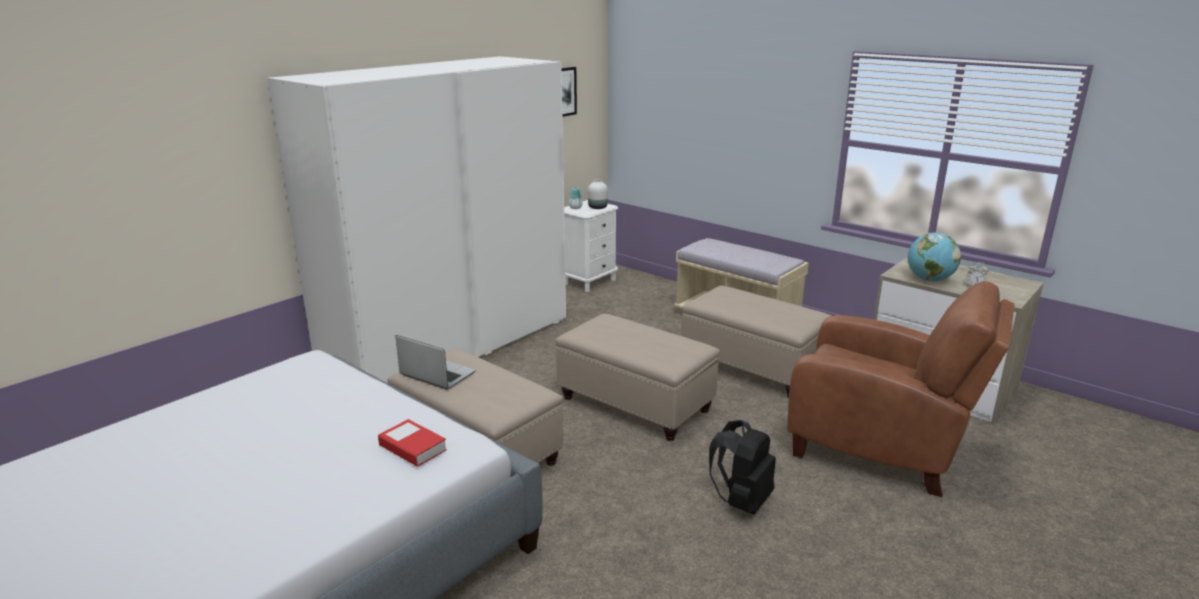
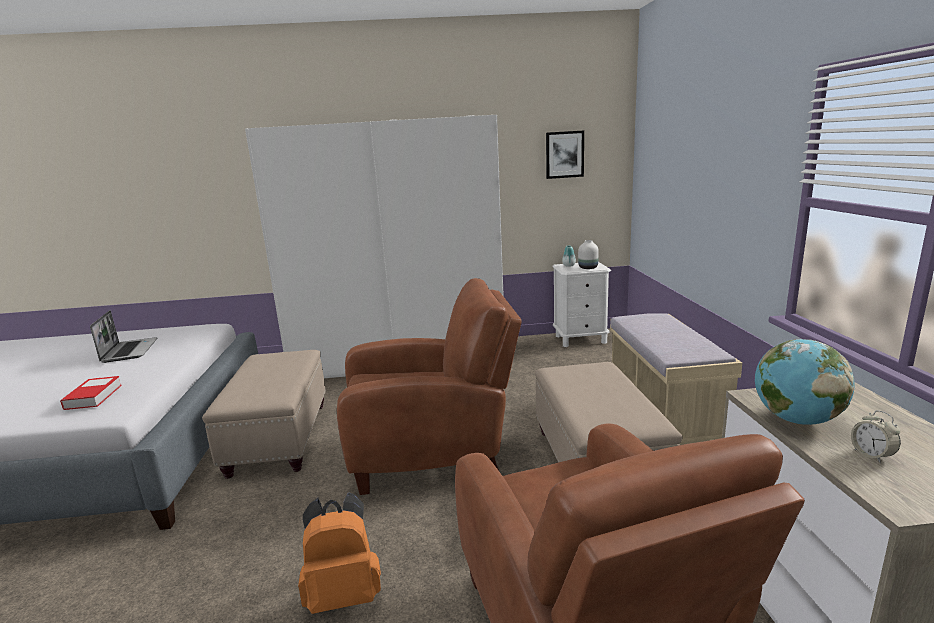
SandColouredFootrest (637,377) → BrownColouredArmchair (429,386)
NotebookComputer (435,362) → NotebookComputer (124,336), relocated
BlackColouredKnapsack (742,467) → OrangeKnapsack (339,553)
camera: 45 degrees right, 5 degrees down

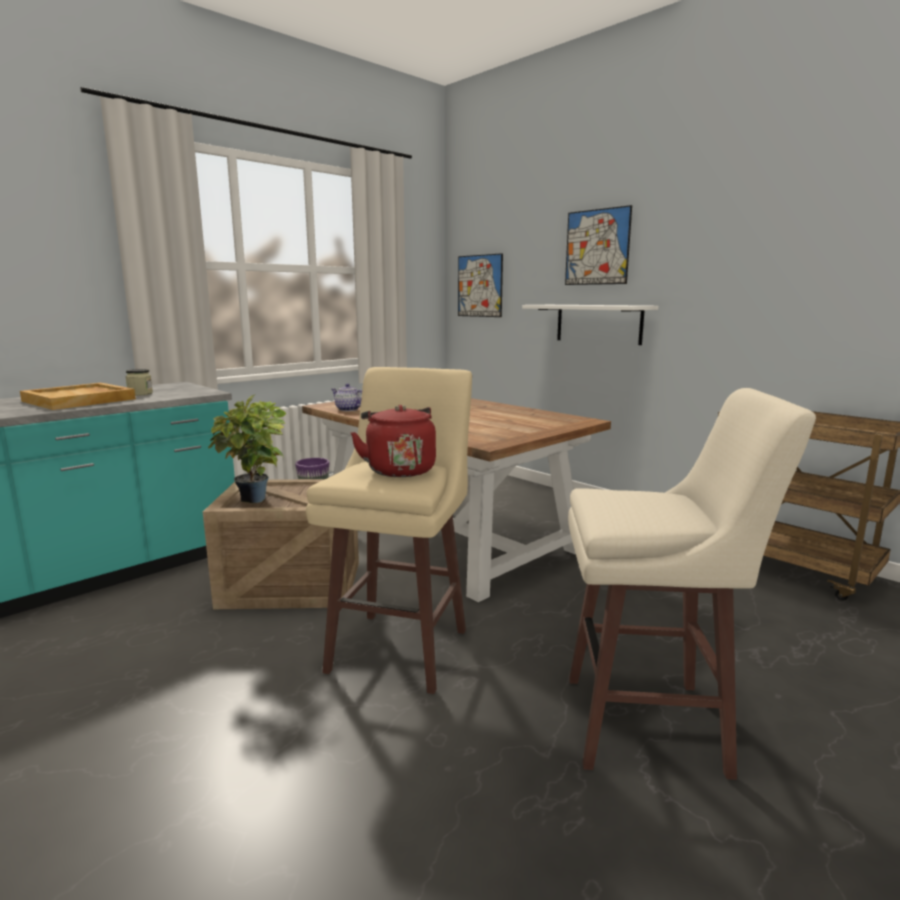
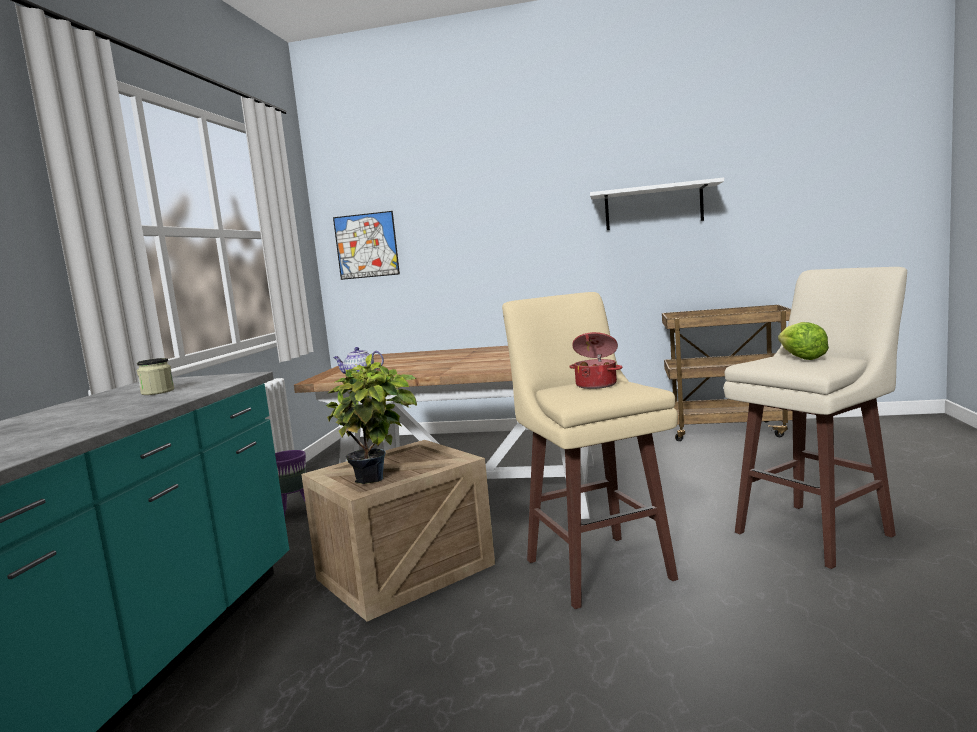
Picture (598,245) → -
WhitishShelf (590,325) → WhitishShelf (657,203), relocated
SandColouredCarryingTray (78,396) → -
ReddishTeaKettle (393,441) → Saucepot (595,360)
- → Lettuce (803,341)
camera: 35 degrees left, 5 degrees down

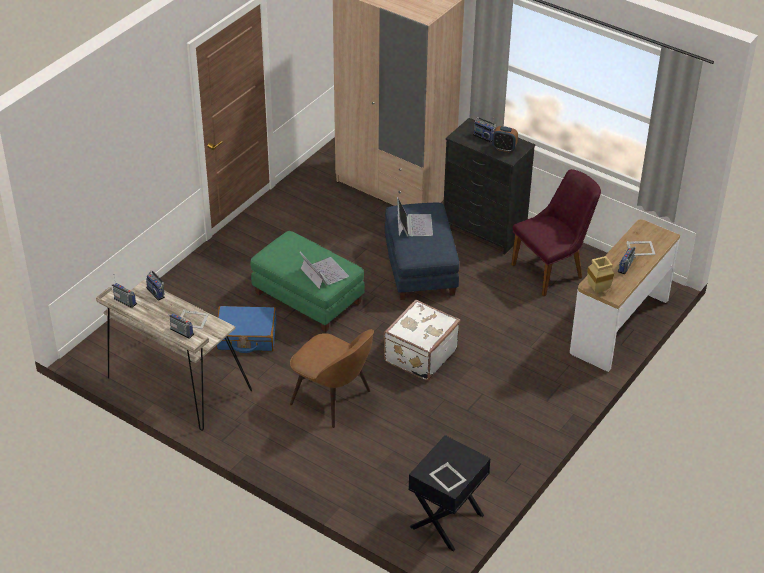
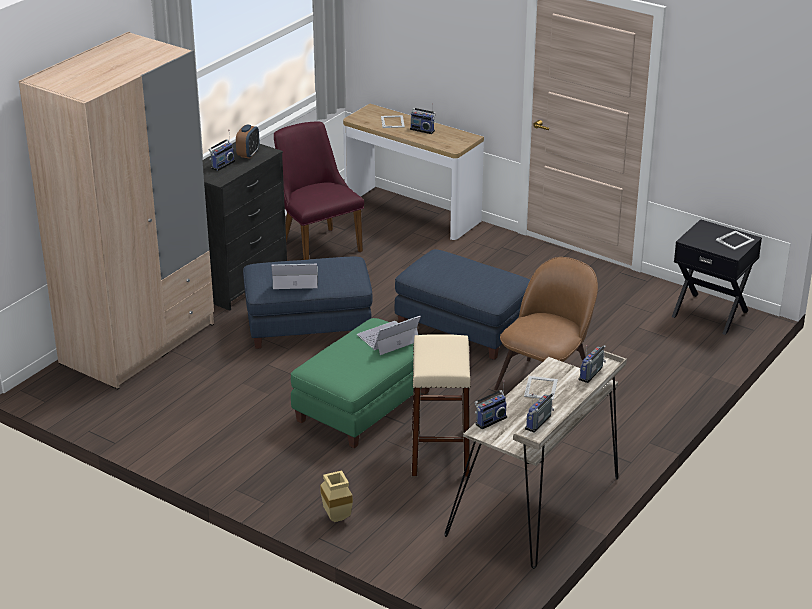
SandColouredDecorativeVase (600,274) → SandColouredDecorativeVase (336,496), relocated
WhitishPieceOfLuggage (422,340) → BluishFootrest (462,304)
BluishPieceOfLuggage (246,329) → SandColouredStoolSeat (441,405)
camera: 90 degrees left, 10 degrees down

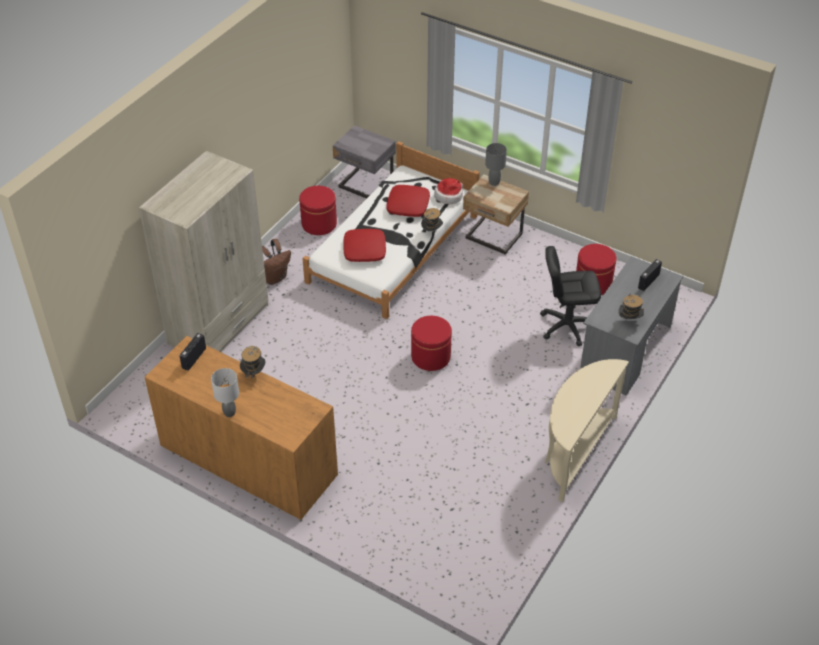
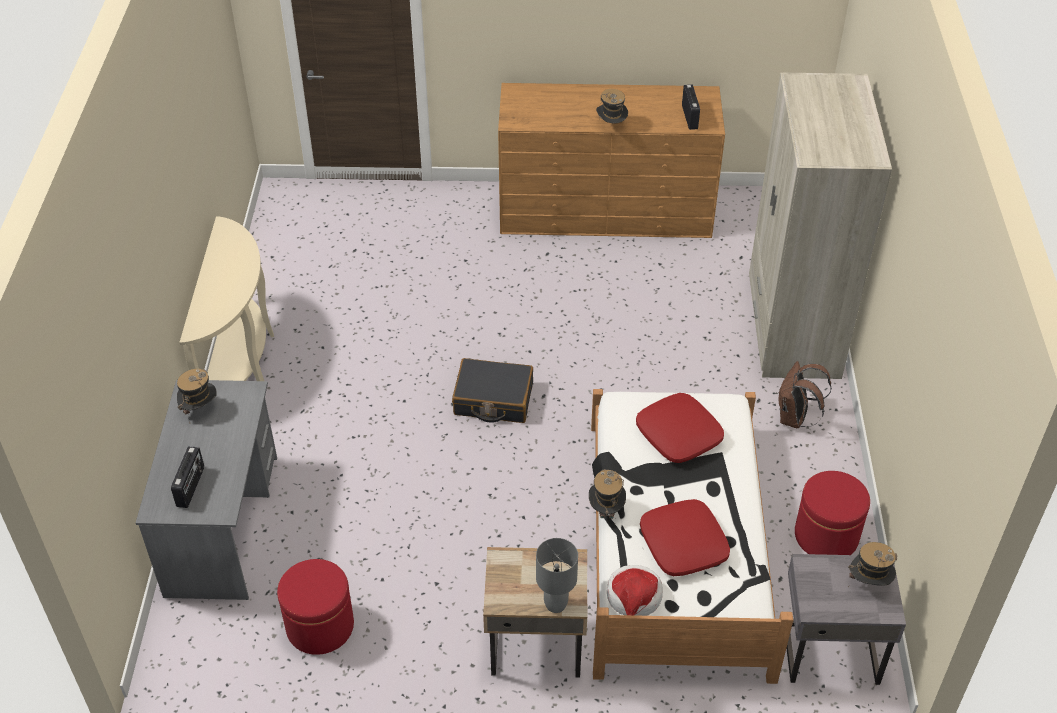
BlackColouredOfficeChair (570,296) → -
ReddishFootrest (431,343) → BlackColouredPieceOfLuggage (492,390)
GreyishLampForATable (225,392) → -
- → ClothingHat (872,565)
camera: 150 degrees right, 0 degrees up

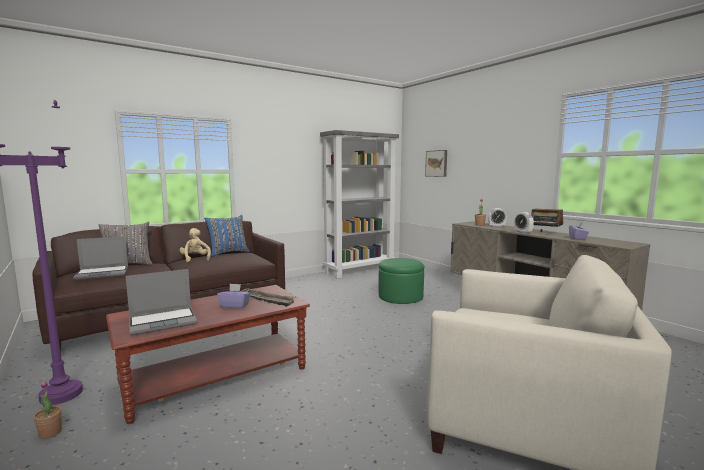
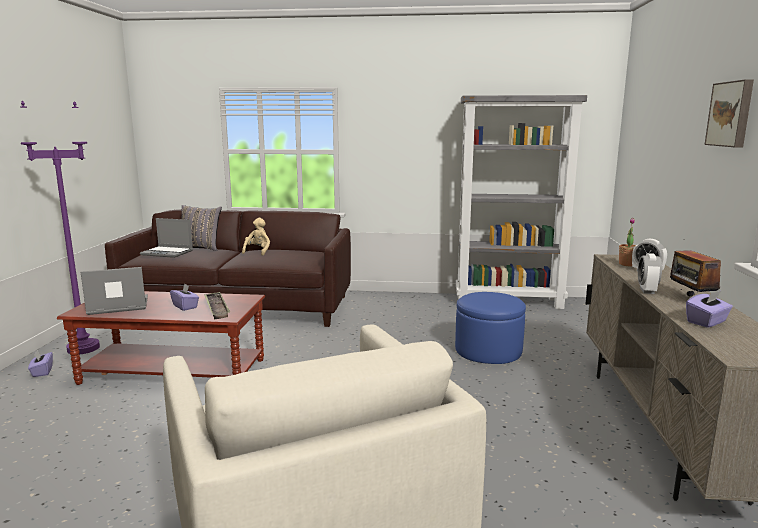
Picture (436,163) → Picture (729,113), relocated
BluishCushion (227,236) → -
GreenFootrest (401,281) → BluishFootrest (490,328)
NotebookComputer (161,302) → NotebookComputer (114,291), 150 degrees clockwise
Houseplant (48,410) → PurpleColouredTissueHolder (40,363)
camera: 40 degrees right, 5 degrees up

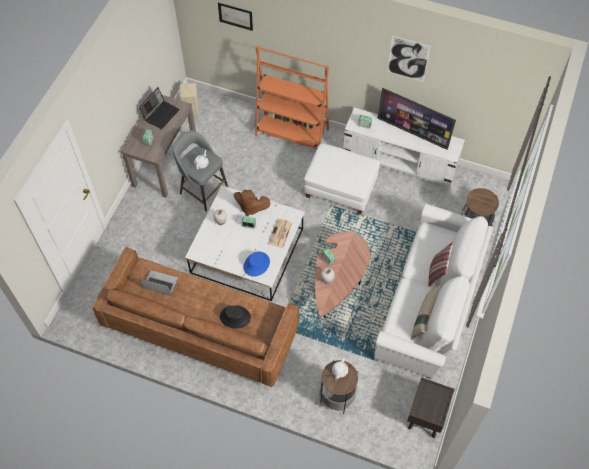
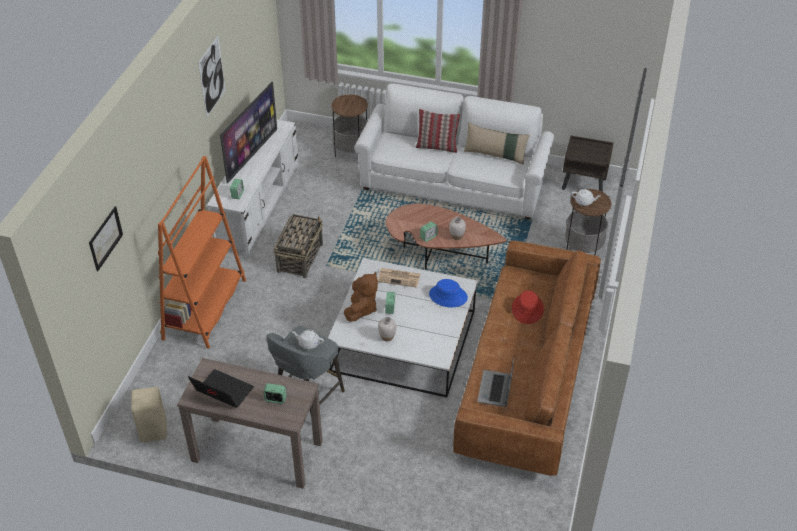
WhitishFootrest (342,178) → Basket (298,246)
BlackColouredClothingHat (235,317) → ReddishClothingHat (528,307)
camera: 95 degrees left, 15 degrees down

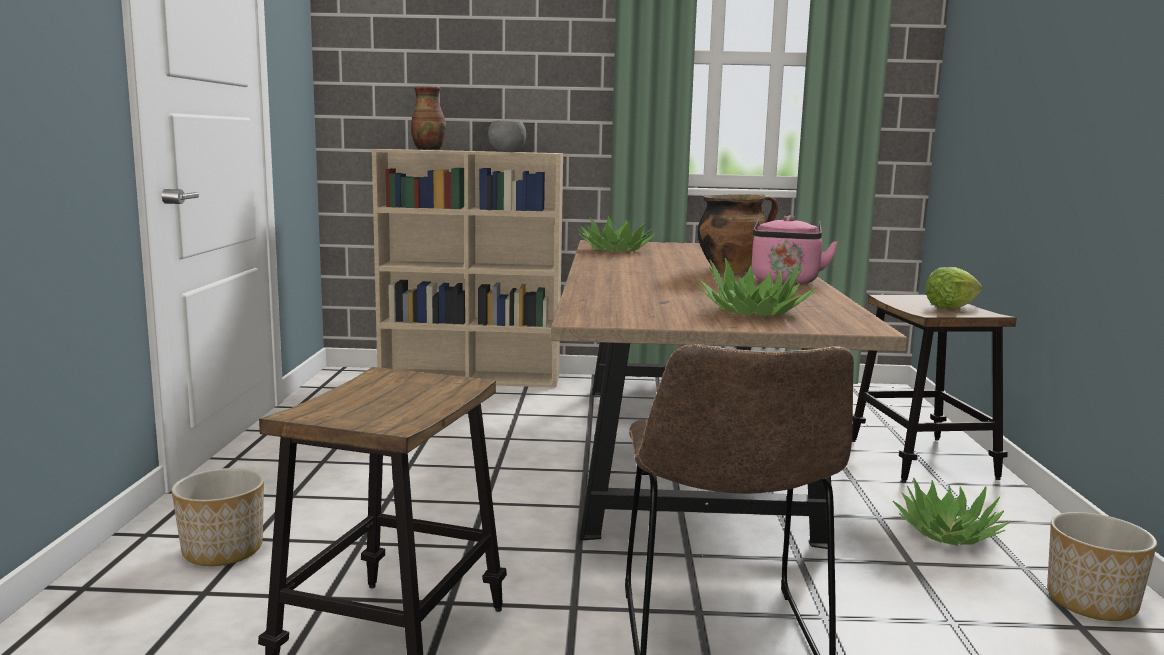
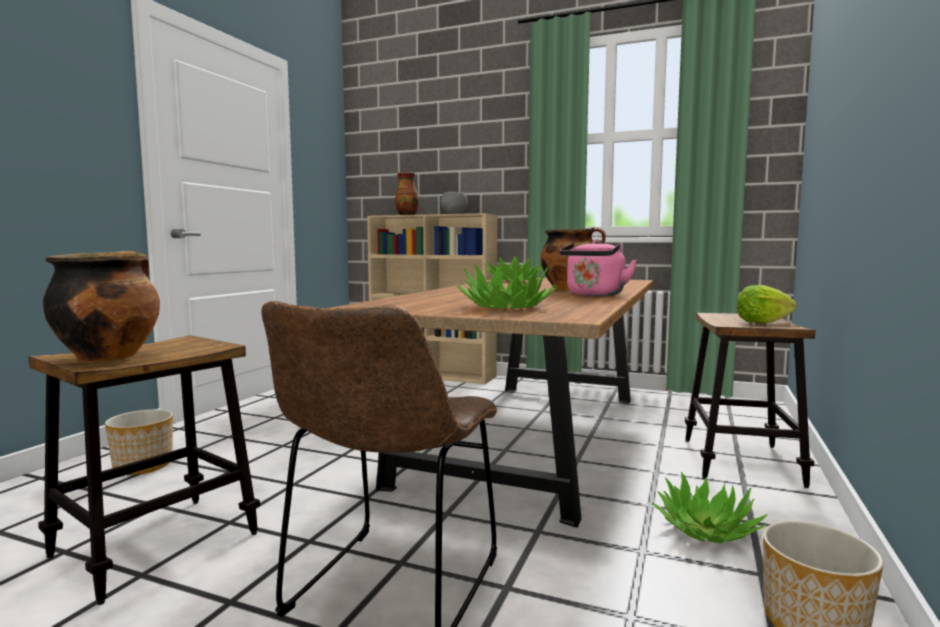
- → Saucepot (101,307)
camera: 20 degrees right, 5 degrees down

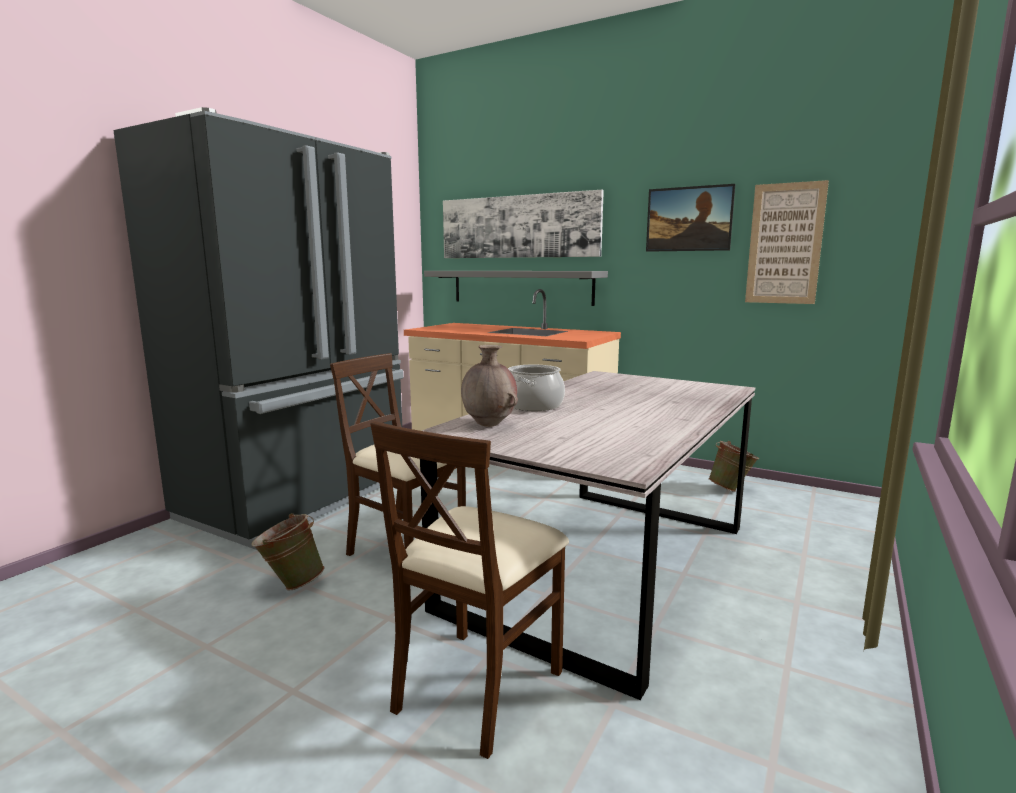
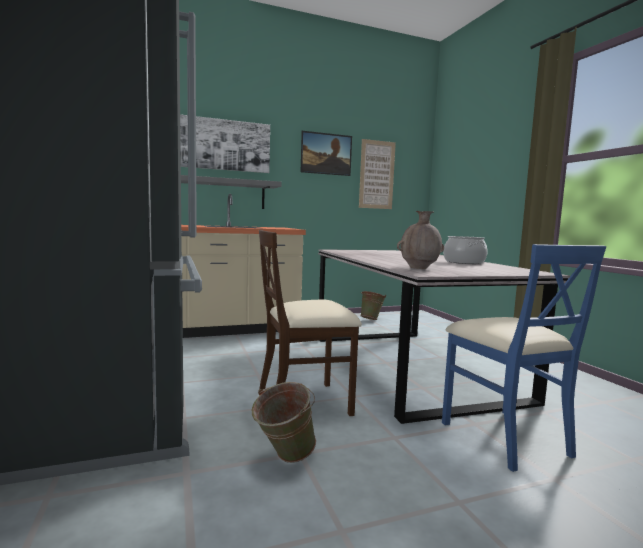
Saucepot (536,388) → Saucepot (465,250), relocated
SandColouredPlainChair (469,590) → BluishPlainChair (524,358)
camera: 50 degrees left, 5 degrees down

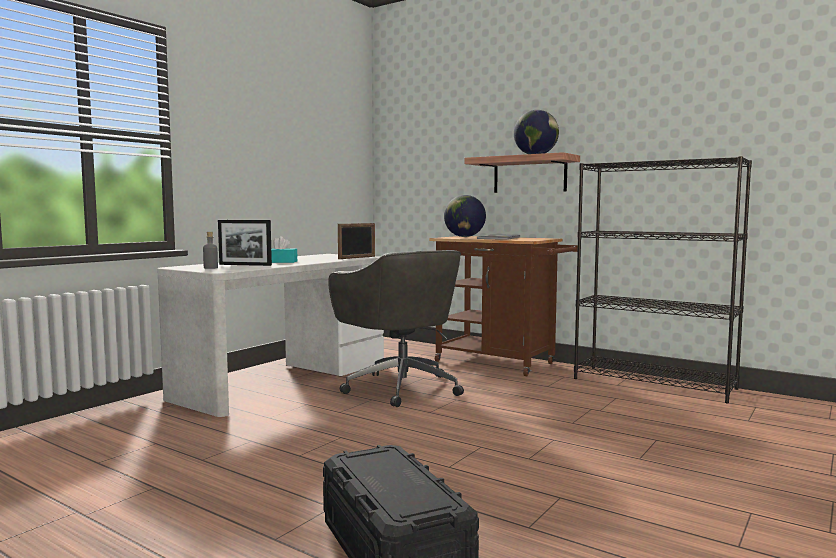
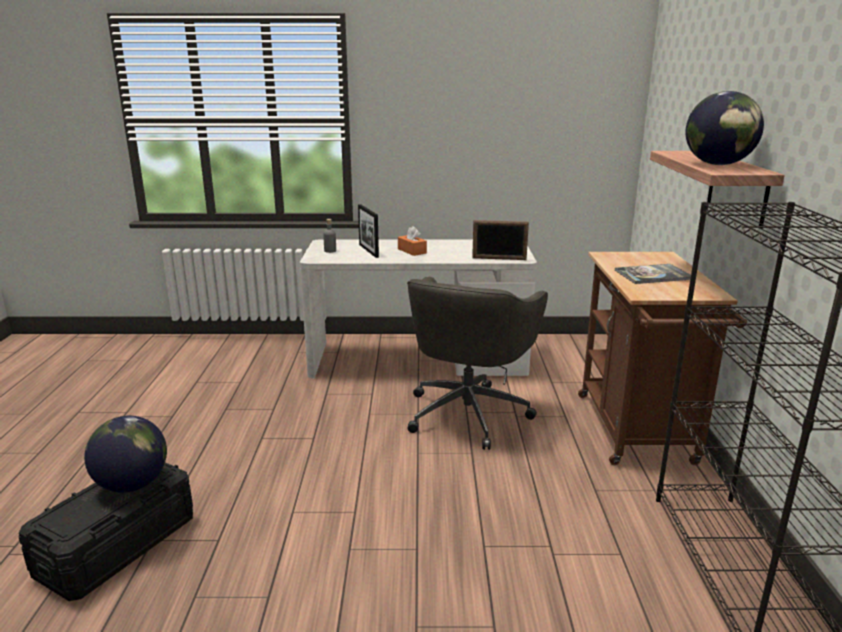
Globe (465,216) → Globe (125,454), relocated
BlueGreenTissueHolder (284,249) → OrangeTissueHolder (412,241)
camera: 55 degrees right, 15 degrees up

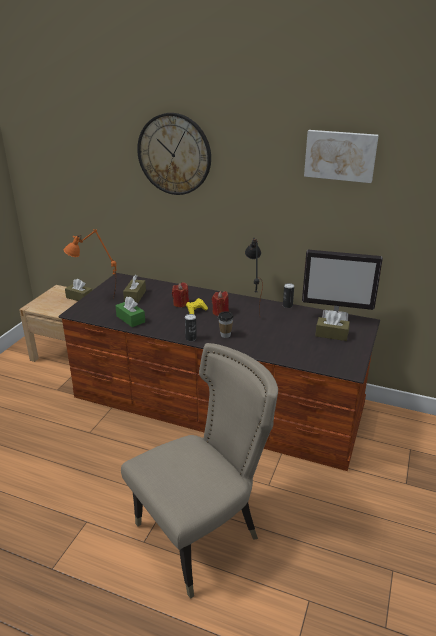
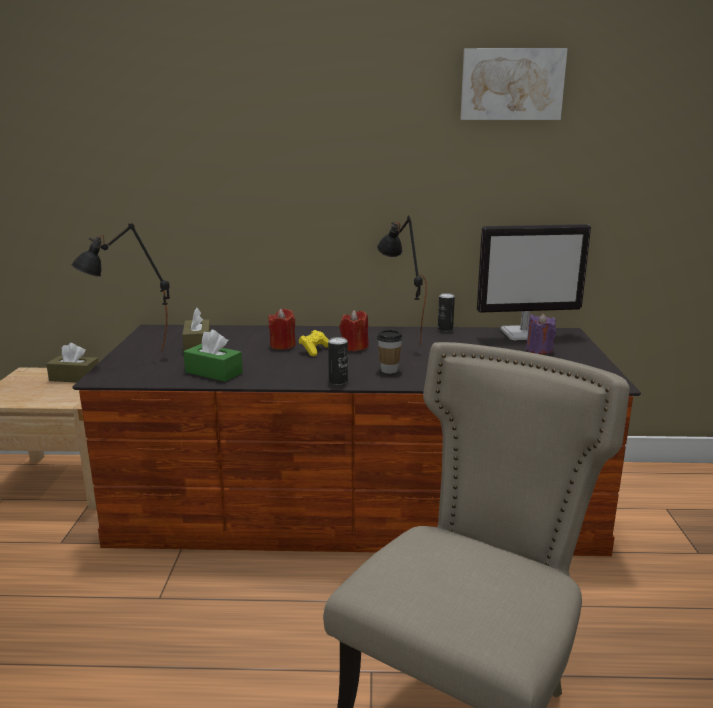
WallClock (174,154) → -
OrangeLampForATable (90,263) → BlackColouredLampForATable (120,288)
BrownColouredTissueHolder (332,326) → PurpleColouredWaxLight (541,333)
camera: 20 degrees left, 10 degrees down

